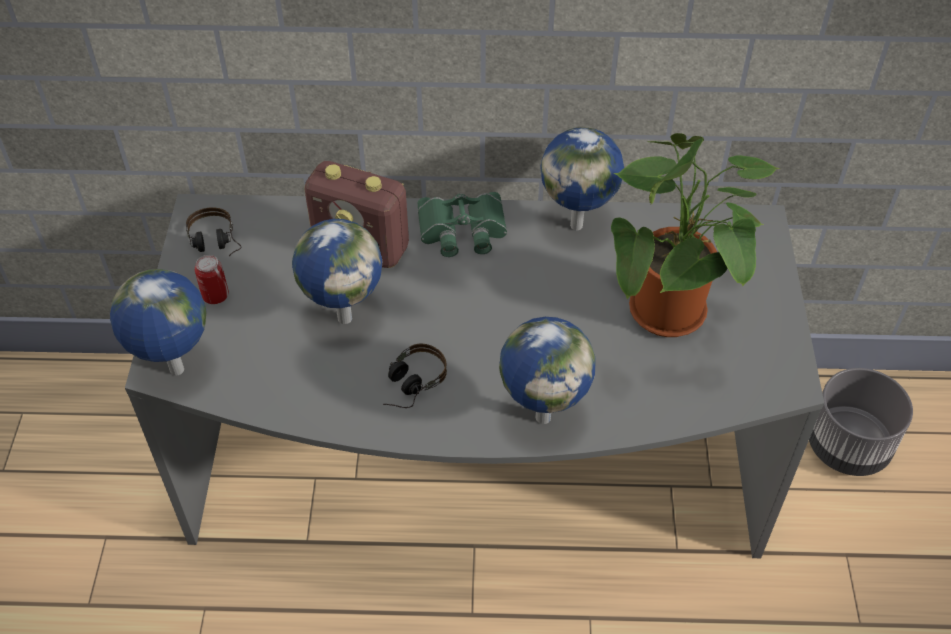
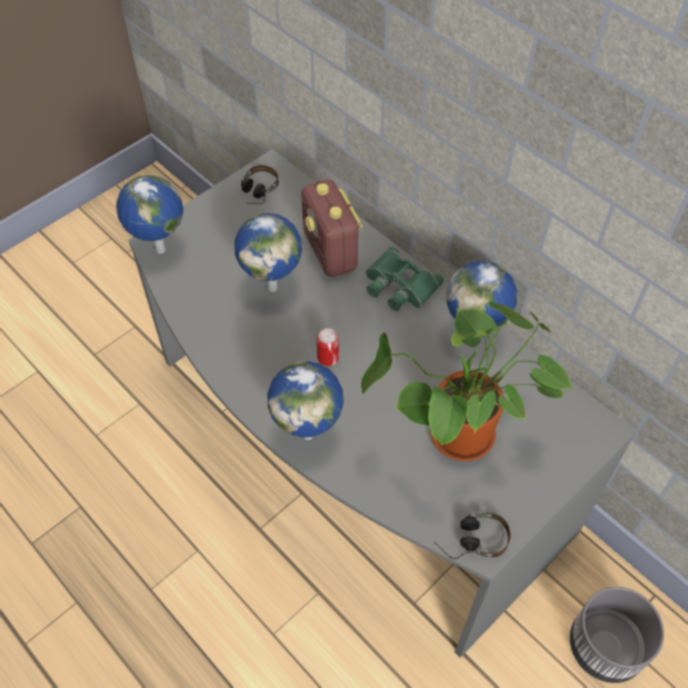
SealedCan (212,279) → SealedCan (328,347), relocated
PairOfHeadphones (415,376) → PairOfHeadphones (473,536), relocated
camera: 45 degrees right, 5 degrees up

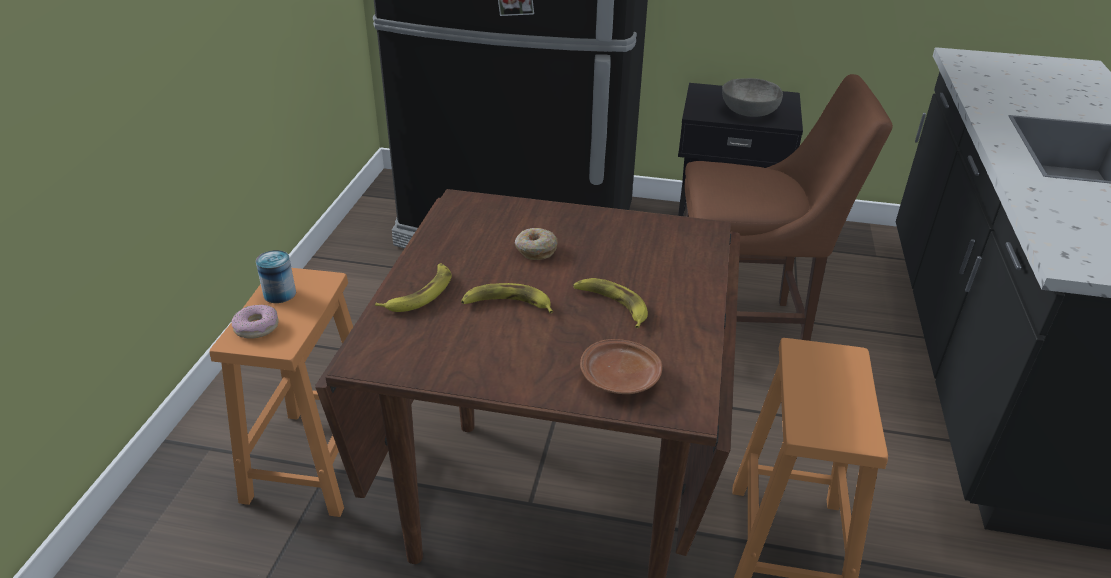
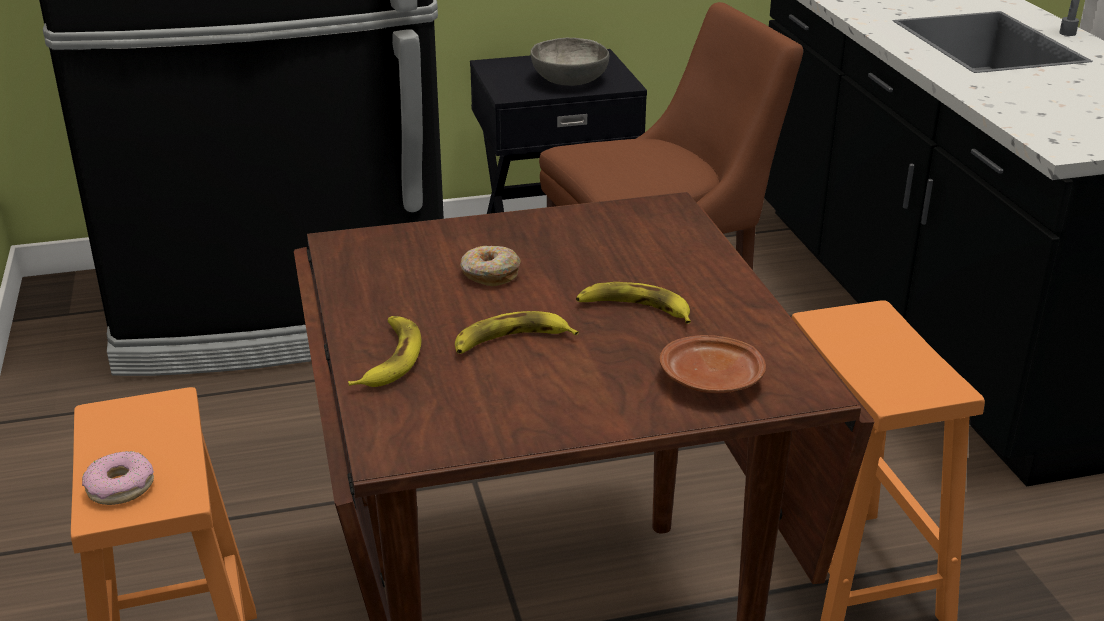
SealedCan (276,276) → -
camera: 25 degrees left, 5 degrees down

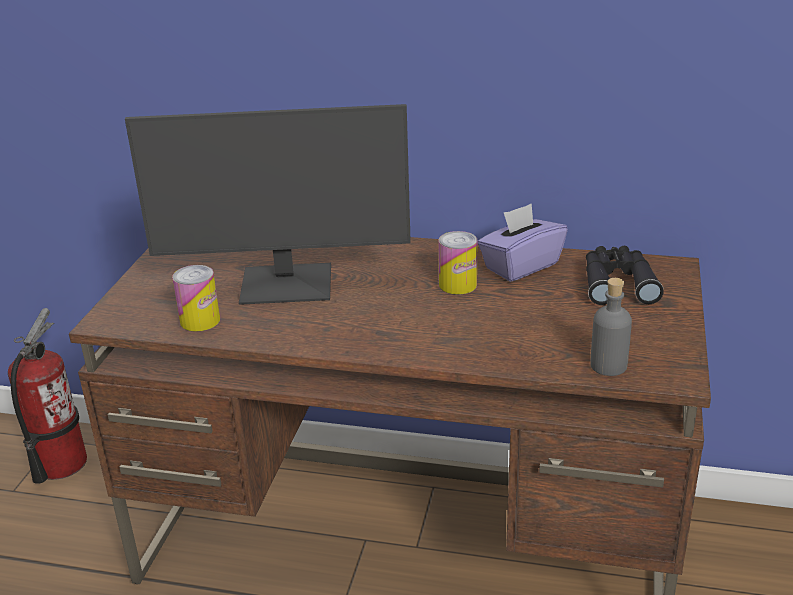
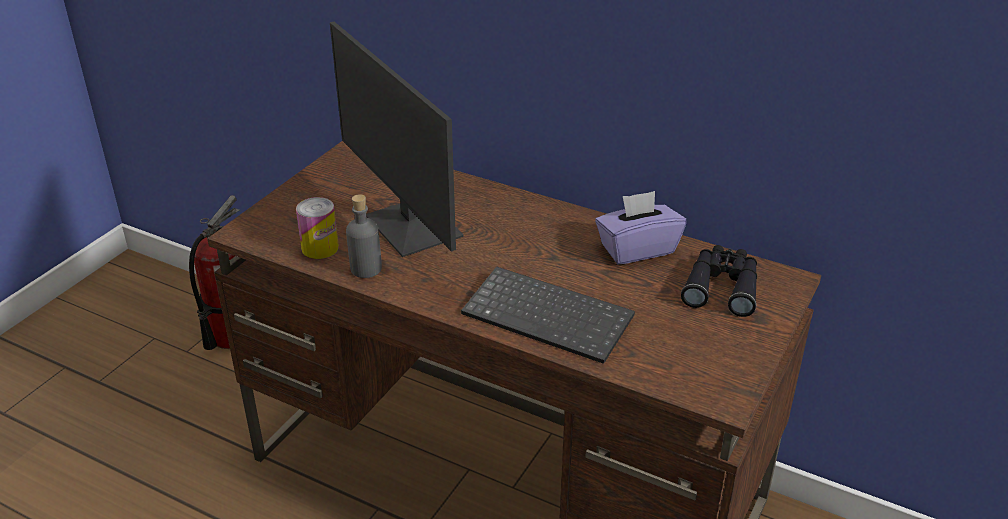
Monitor (268,204) → Monitor (397,139), 45 degrees clockwise
SealedCan (457,263) → -
GreyishBottle (611,327) → GreyishBottle (364,236), relocated
- → Keyboard (548,315)
camera: 15 degrees right, 5 degrees up

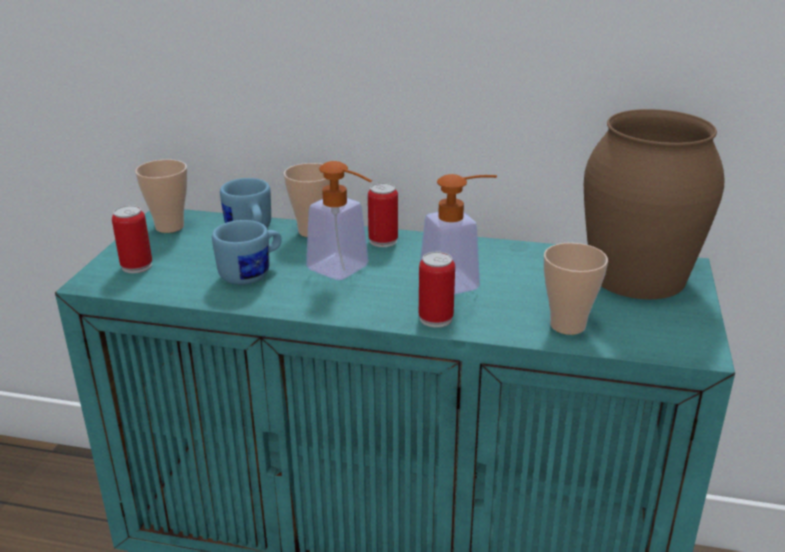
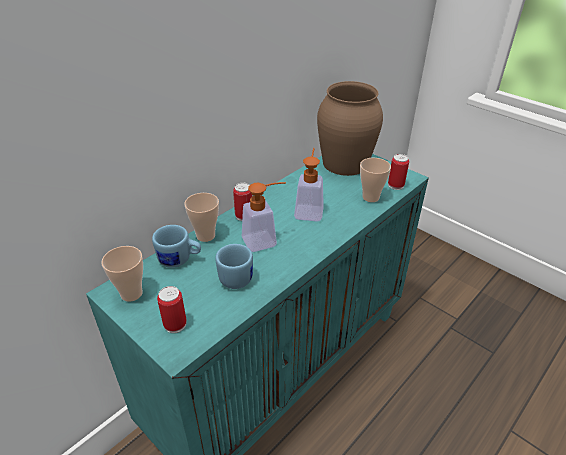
SealedCan (437,290) → SealedCan (398,172), relocated
camera: 60 degrees left, 10 degrees up

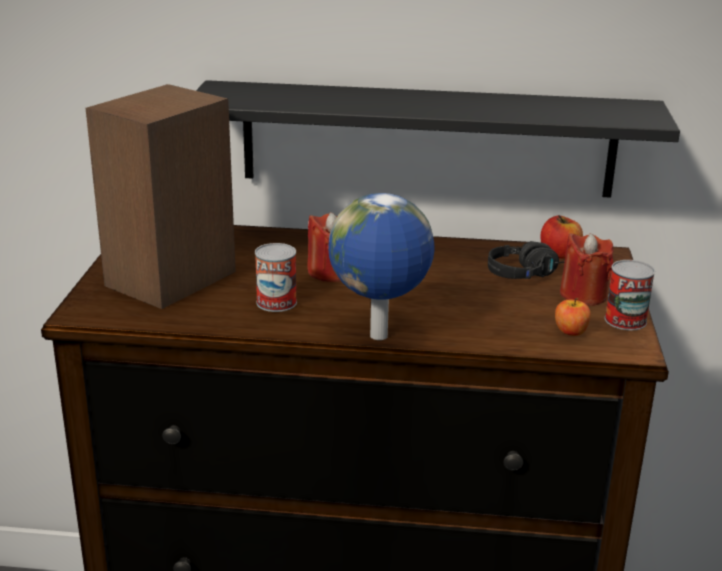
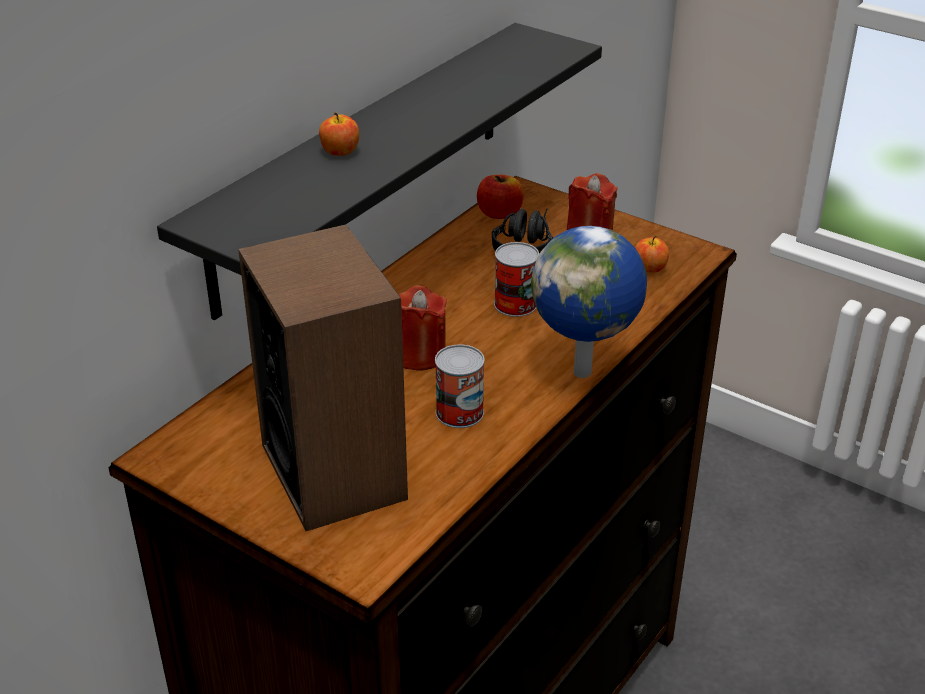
SealedCan (630,295) → SealedCan (516,279), relocated
- → Apple (339,134)
camera: 60 degrees left, 10 degrees up

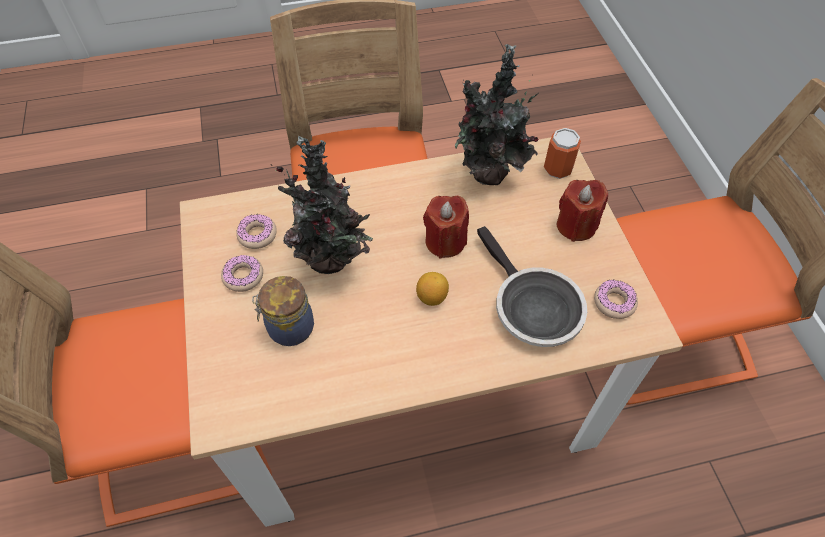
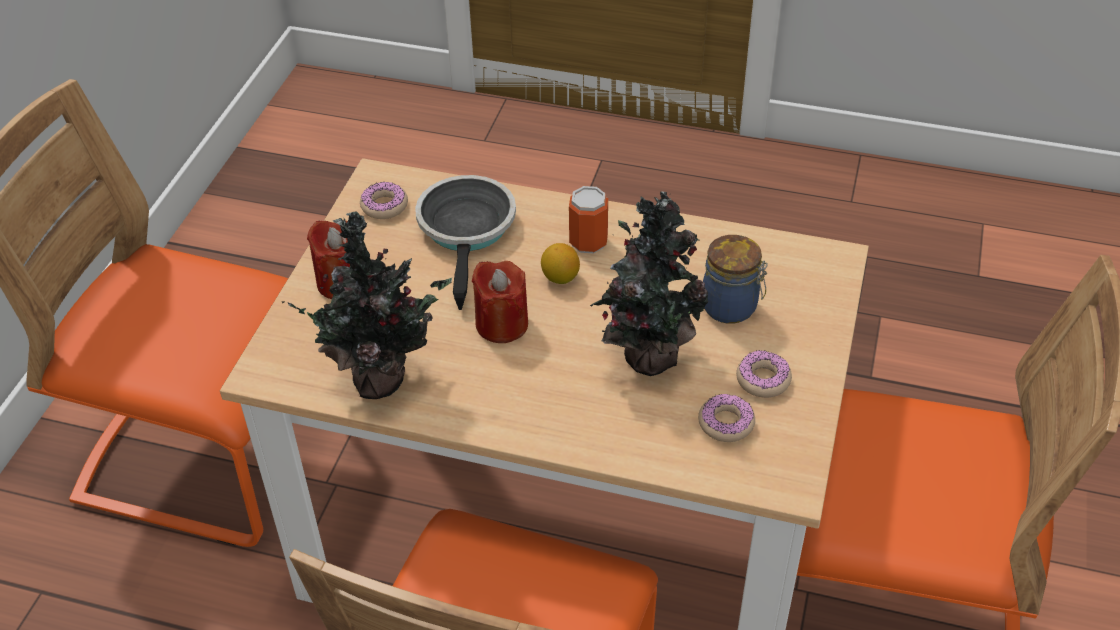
SealedCan (562,153) → SealedCan (588,219), relocated
camera: 150 degrees left, 10 degrees down

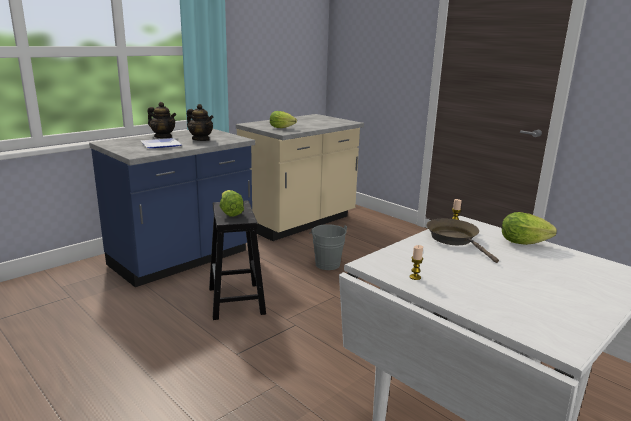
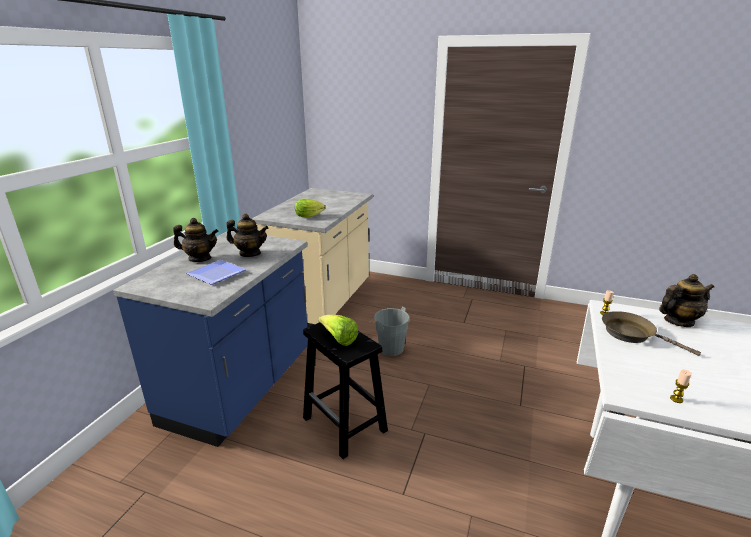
Lettuce (529,228) → TeaPot (686,300)
camera: 25 degrees left, 5 degrees up

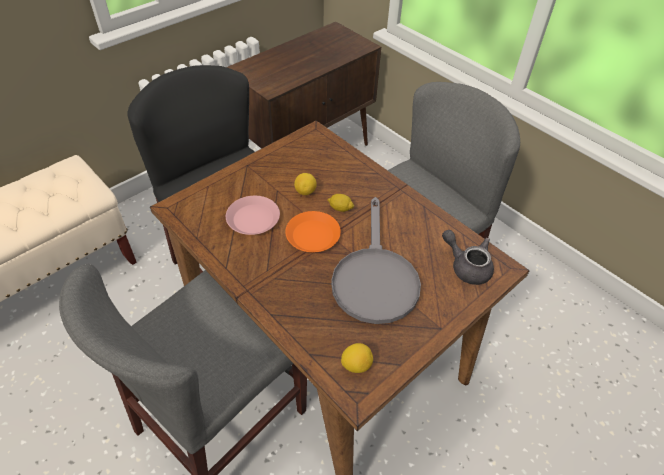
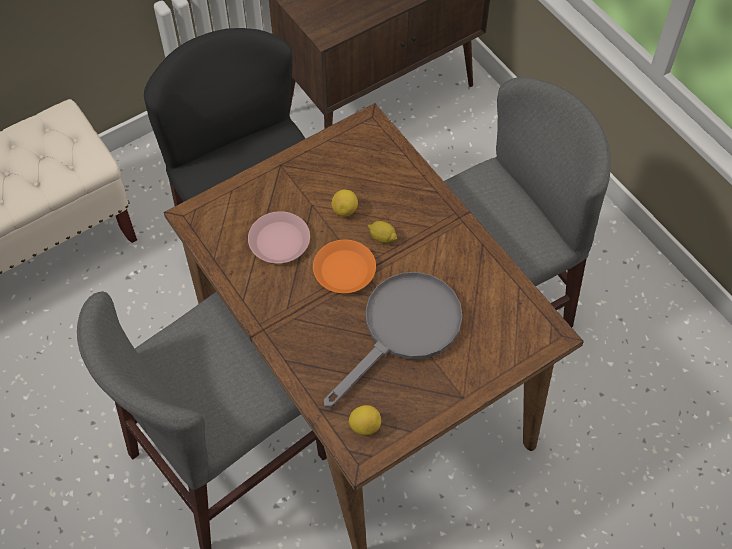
GreyishSkillet (376,260) → GreyishSkillet (393,340), 150 degrees counterclockwise
GreyishTeaPot (468,257) → -
camera: 10 degrees right, 10 degrees up

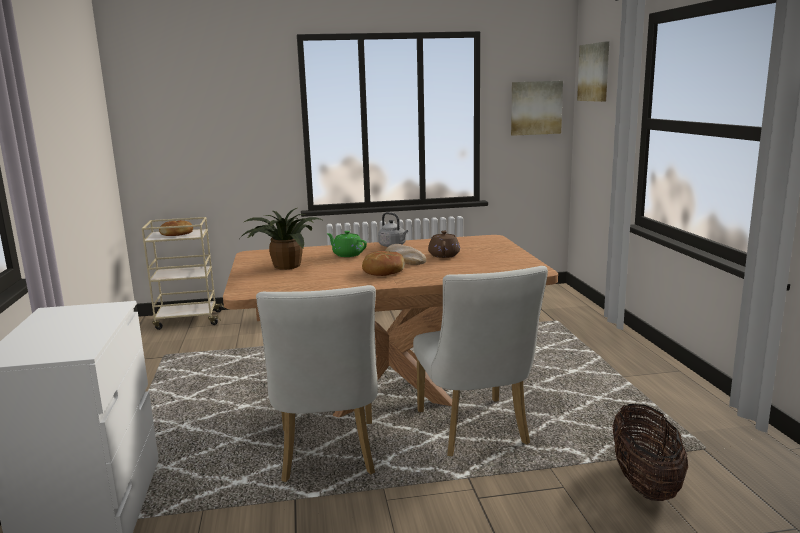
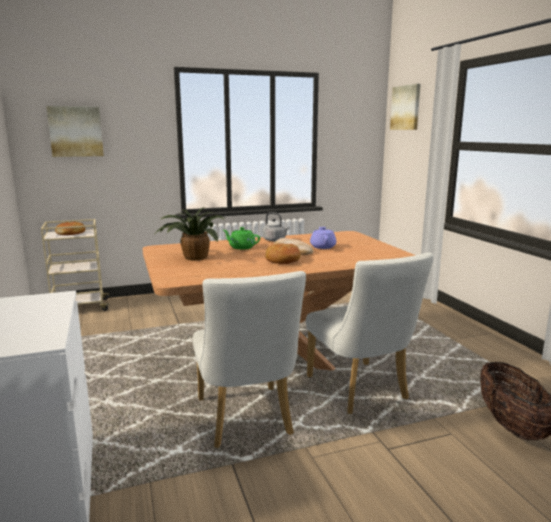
Picture (537,108) → Picture (75,131), relocated
BrownColouredTeaPot (444,244) → PurpleColouredTeaPot (323,238)
camera: 10 degrees left, 0 degrees up

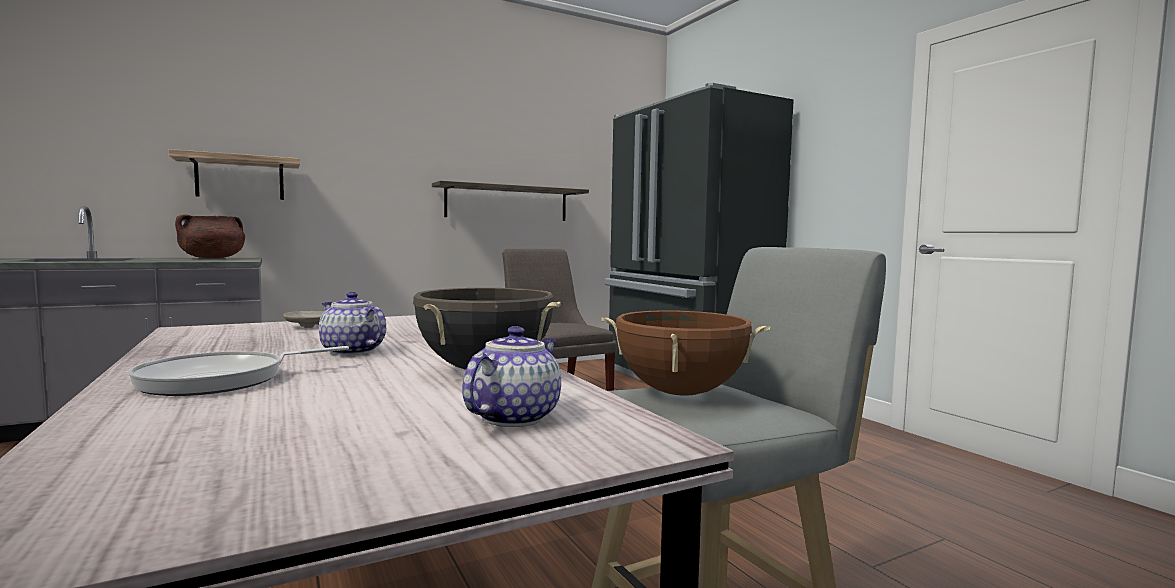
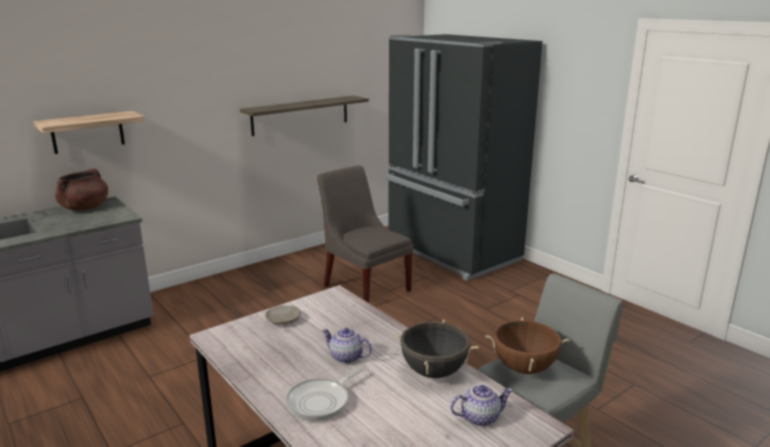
TeaPot (511,376) → TeaPot (481,405), 60 degrees clockwise
camera: 10 degrees left, 15 degrees up

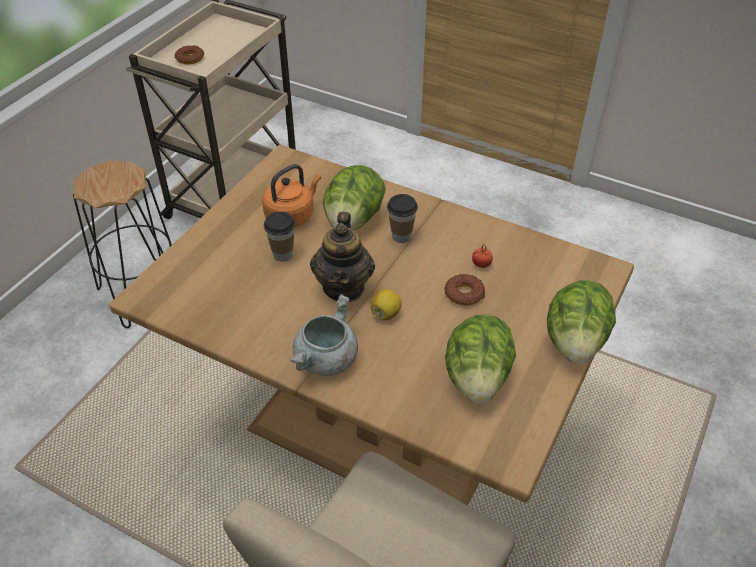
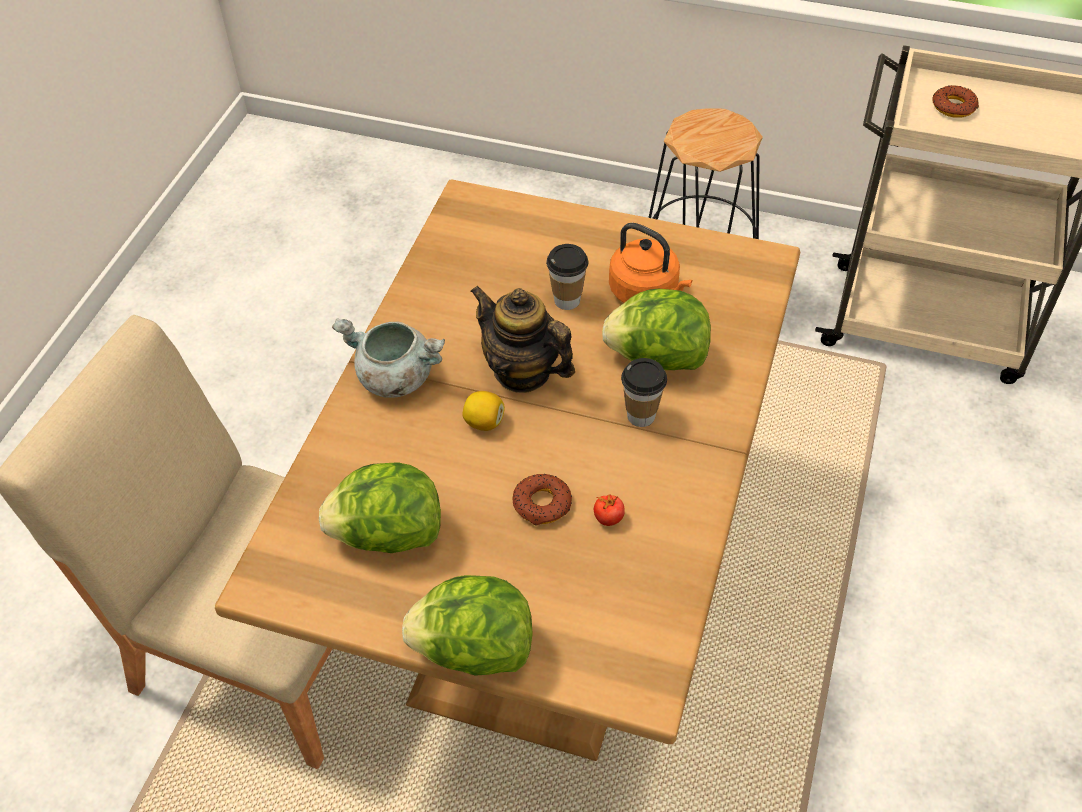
TeaPot (342,257) → TeaPot (522,339), 45 degrees clockwise
camera: 80 degrees right, 5 degrees up

